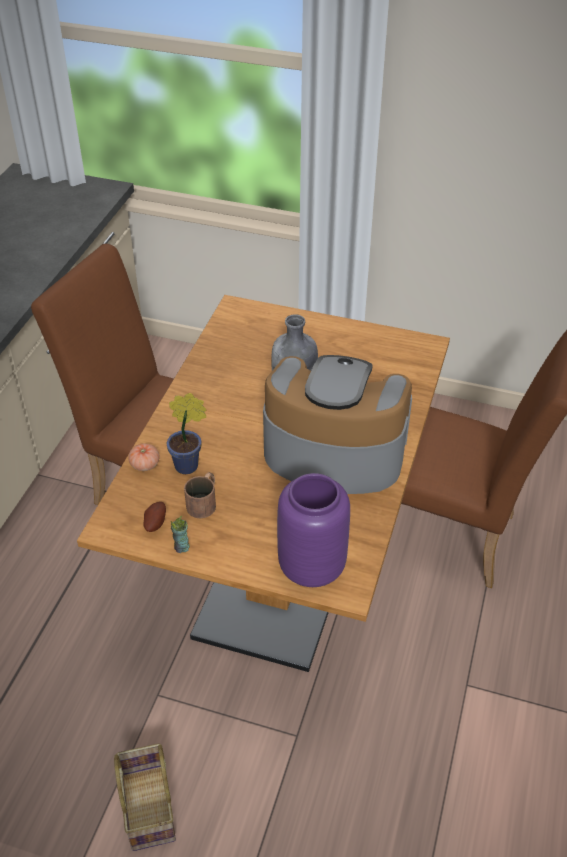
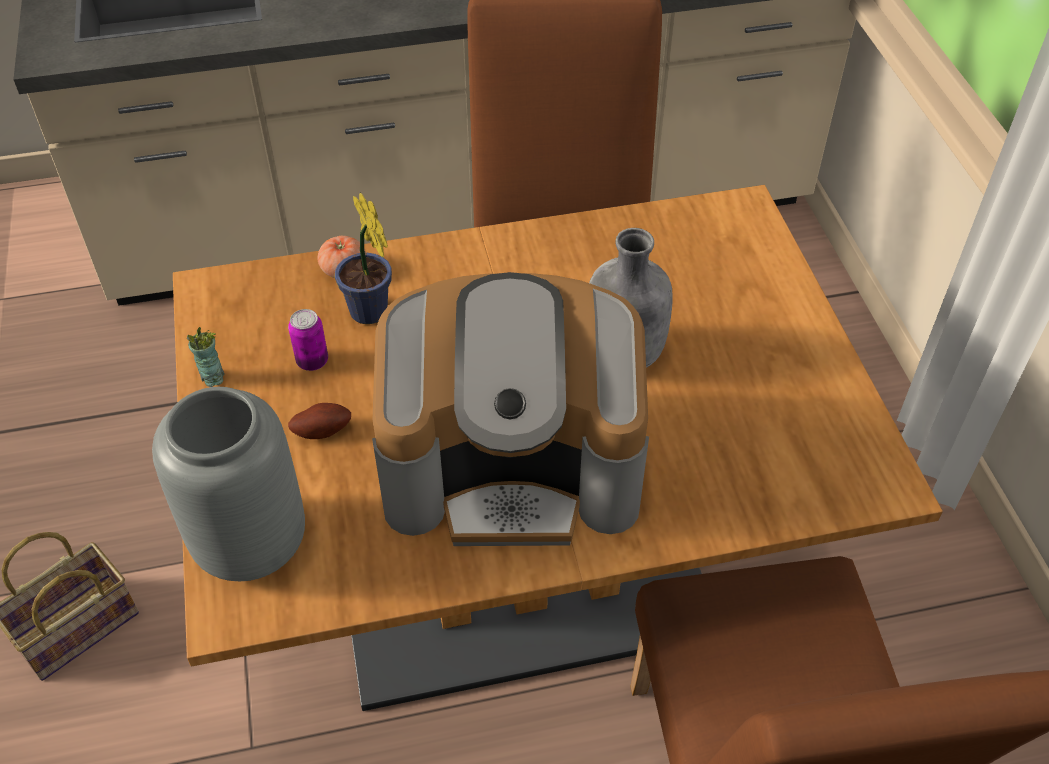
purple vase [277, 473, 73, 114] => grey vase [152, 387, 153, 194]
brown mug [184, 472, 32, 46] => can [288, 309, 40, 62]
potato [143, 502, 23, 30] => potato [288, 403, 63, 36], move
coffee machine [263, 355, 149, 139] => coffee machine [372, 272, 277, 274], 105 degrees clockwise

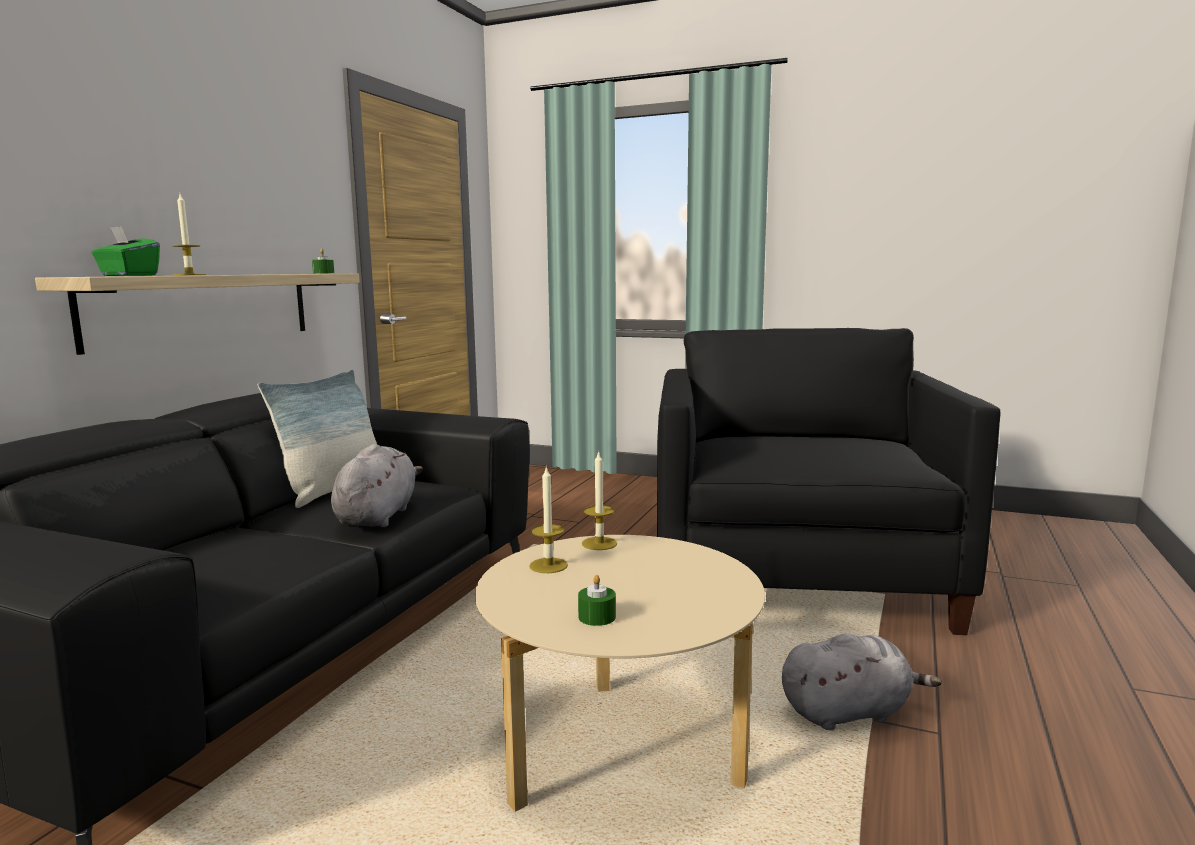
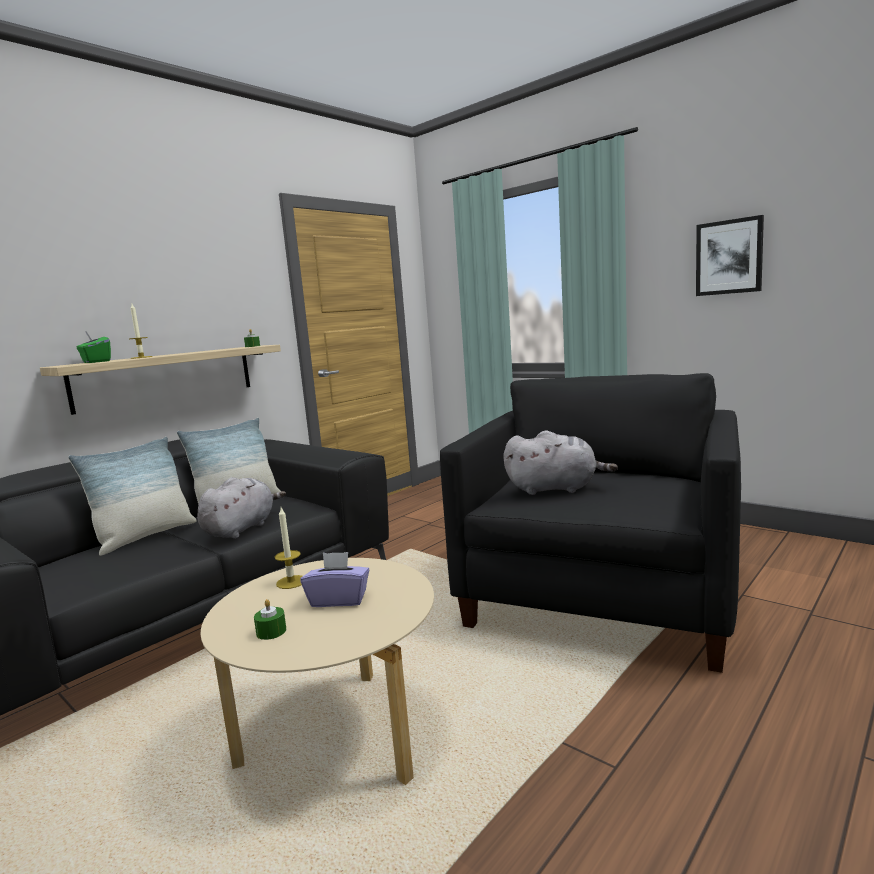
nothing => pillow [68, 437, 129, 119]
nothing => purple tissue box [300, 552, 69, 55]
grey plush toy [782, 634, 160, 96] => grey plush toy [503, 431, 115, 64], move
nothing => picture [696, 215, 68, 81]
candle [582, 450, 35, 100] => nothing

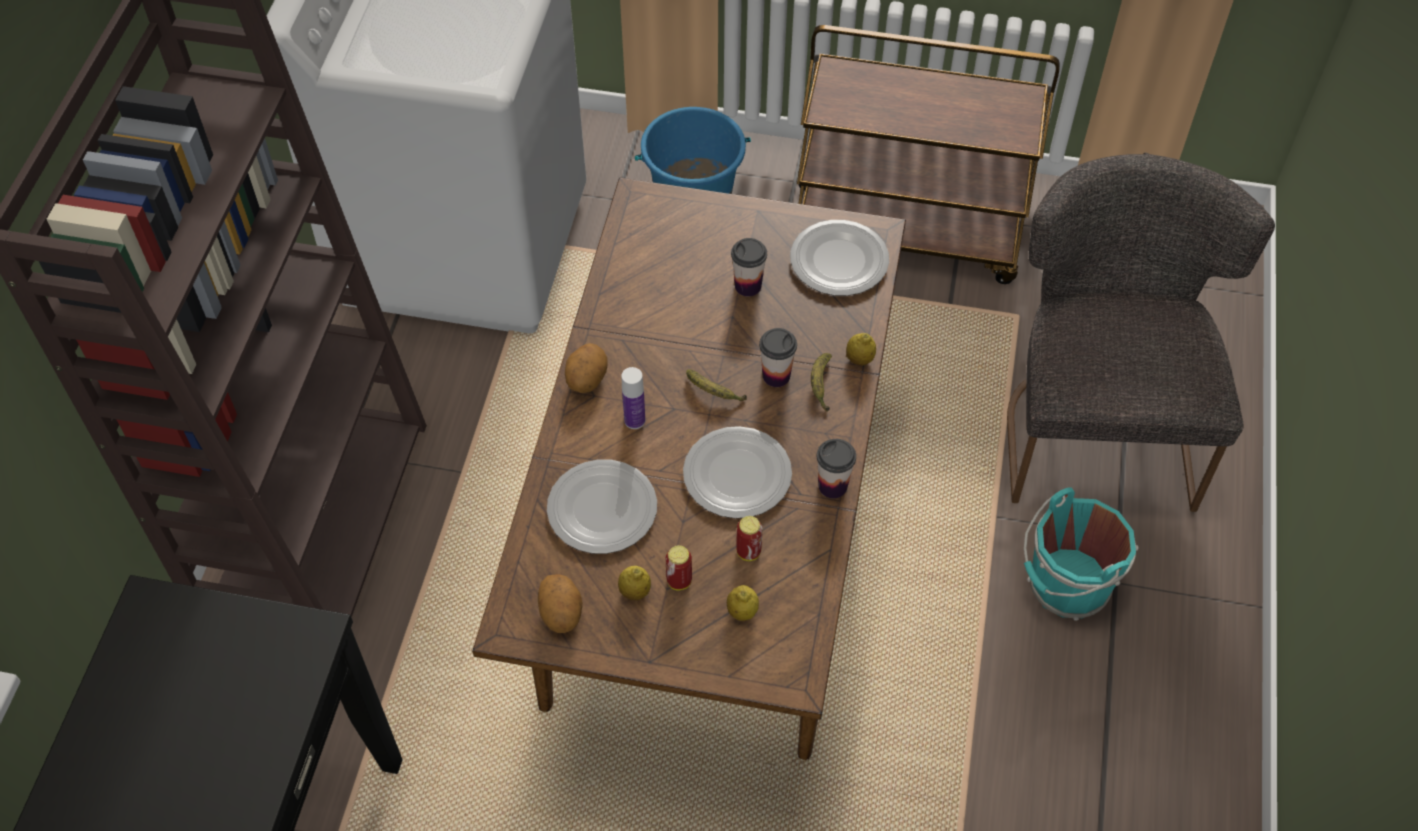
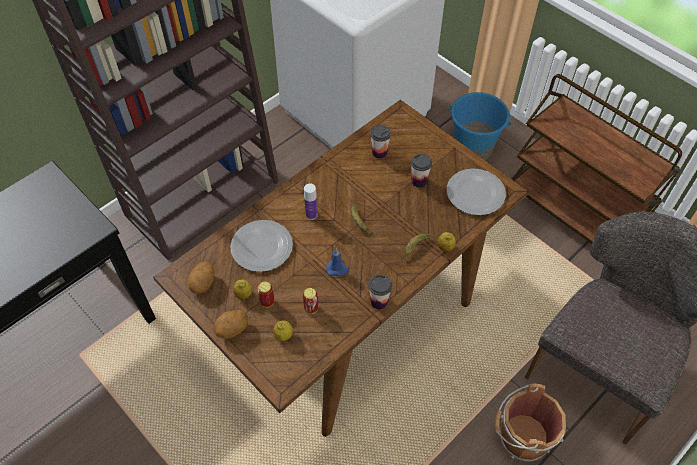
potato [565, 343, 42, 50] => potato [214, 310, 34, 29], move
plate [683, 426, 109, 93] => blue candle [326, 248, 23, 29]
cup [759, 328, 38, 59] => cup [370, 125, 21, 34], move
turquoise bucket [1024, 488, 115, 133] => brown bucket [495, 384, 71, 78]

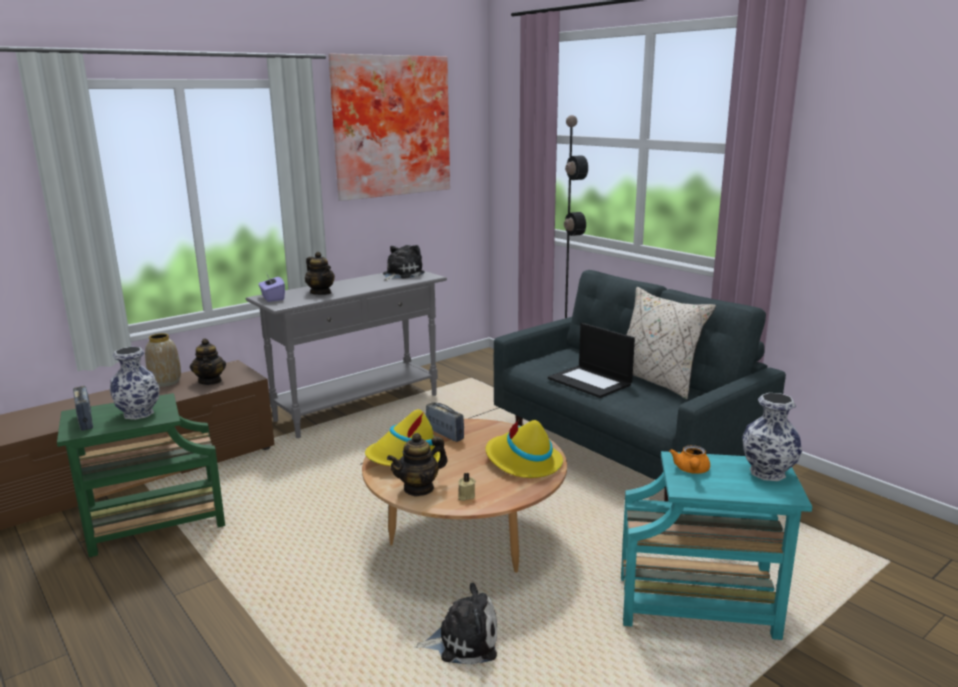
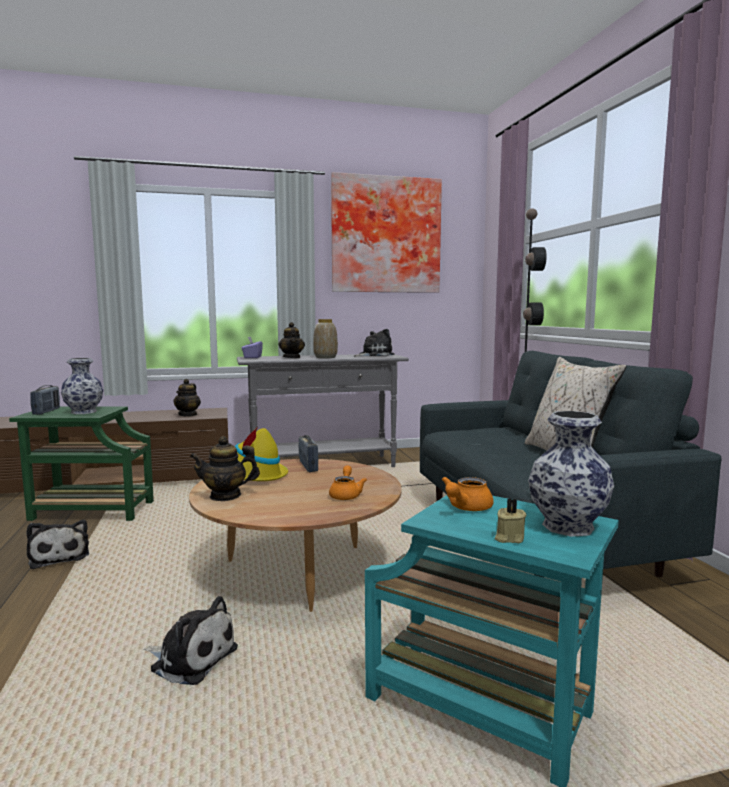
nothing => plush toy [27, 520, 62, 49]
vase [145, 333, 36, 54] => vase [313, 319, 25, 39], move
yellow hat [486, 420, 77, 58] => orange teapot [329, 465, 38, 35]
beige candle [458, 473, 18, 28] => beige candle [495, 498, 32, 45], move
laptop [548, 323, 87, 75] => nothing

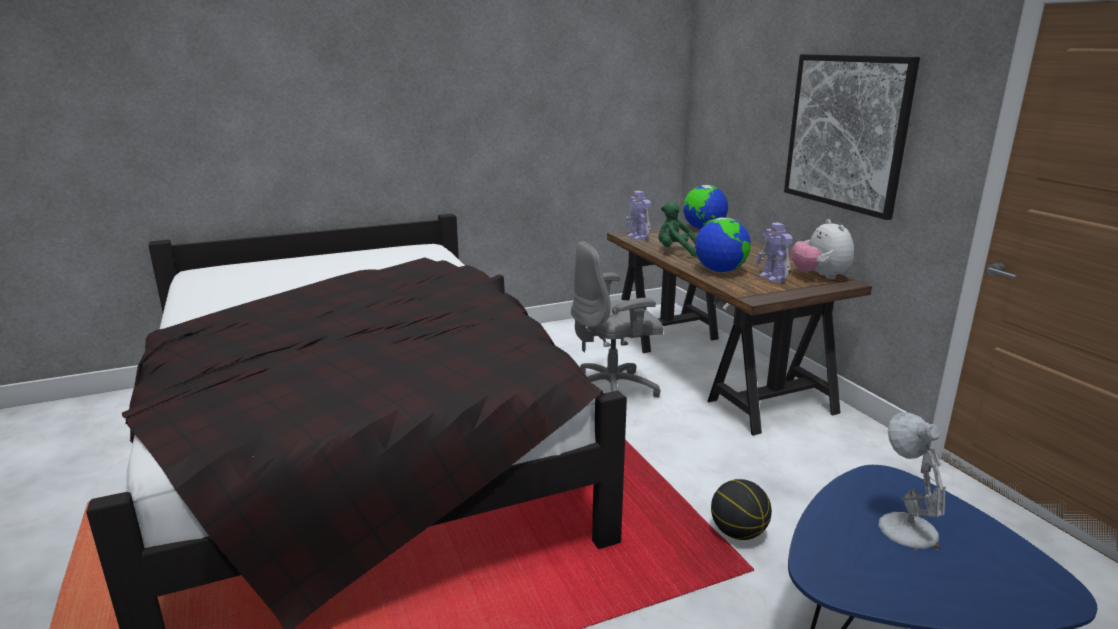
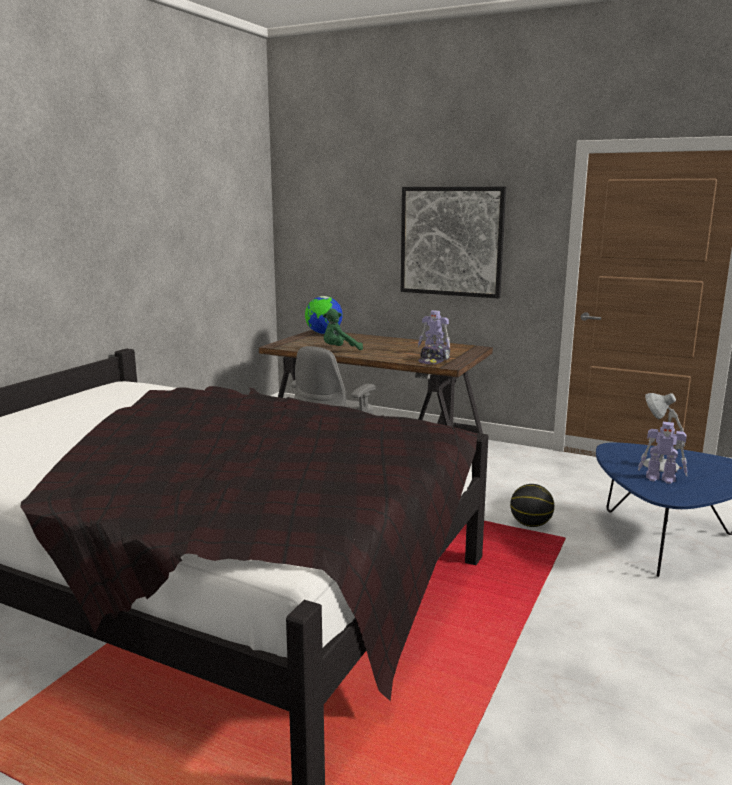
nothing => cap [418, 343, 32, 22]
toy robot [625, 191, 26, 49] => toy robot [638, 422, 50, 62], move
globe [695, 218, 56, 55] => nothing
plush toy [791, 219, 63, 60] => nothing

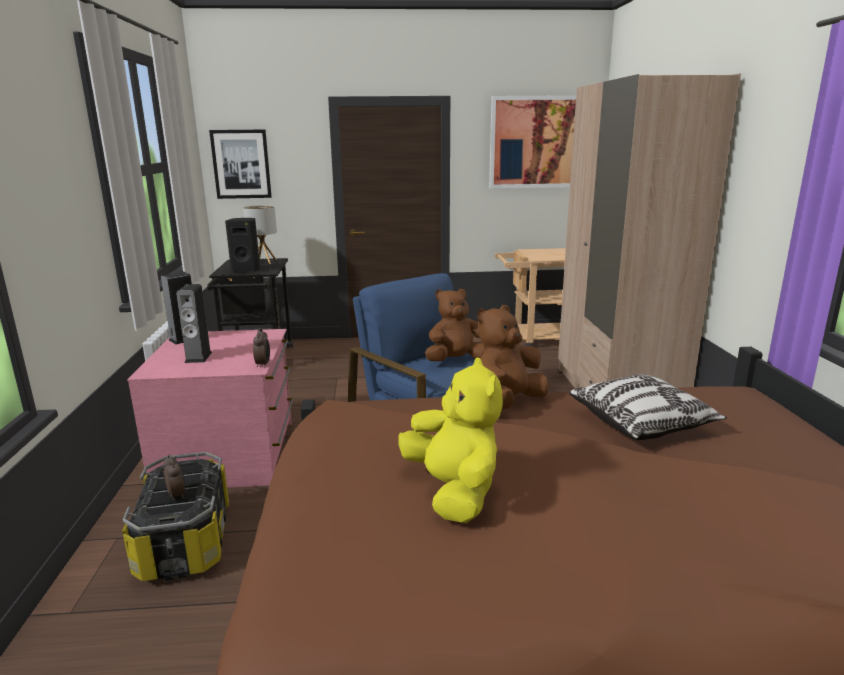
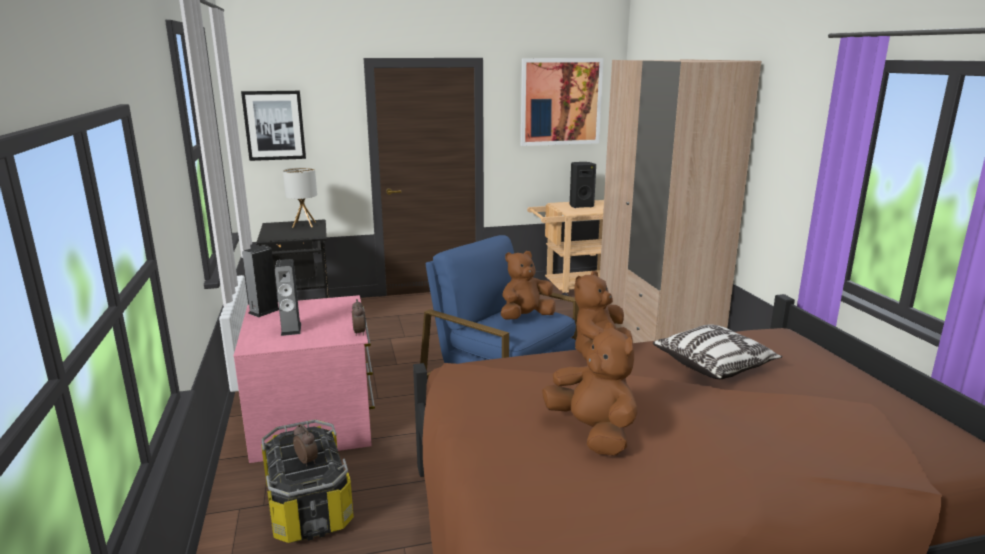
yellow plush toy [398, 358, 105, 165] => brown plush toy [542, 323, 96, 133]
black speaker [225, 218, 35, 54] => black speaker [570, 162, 26, 46], move

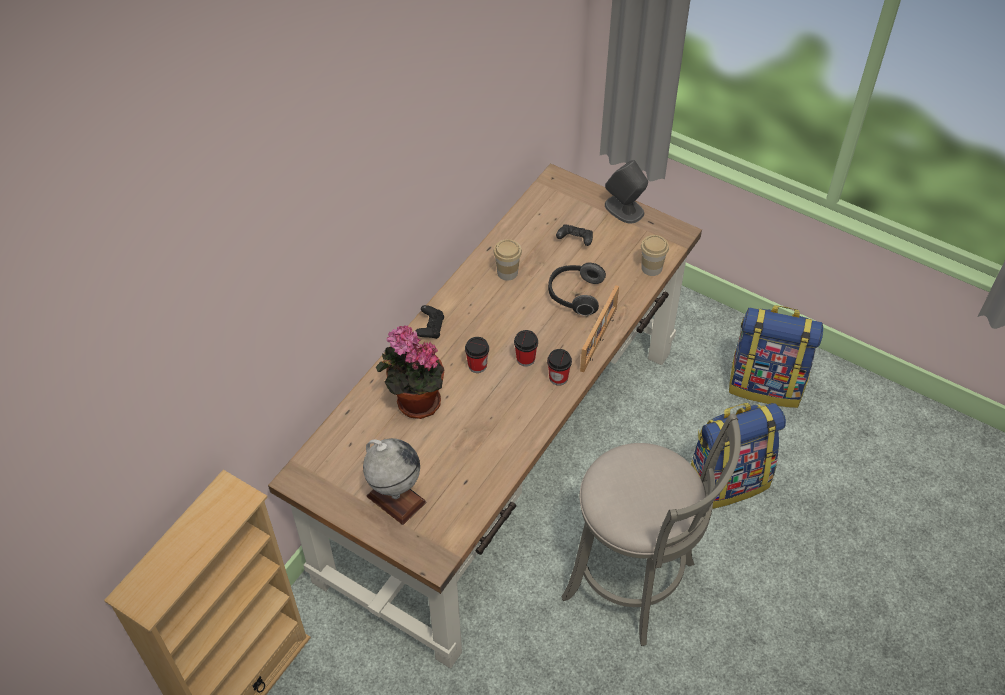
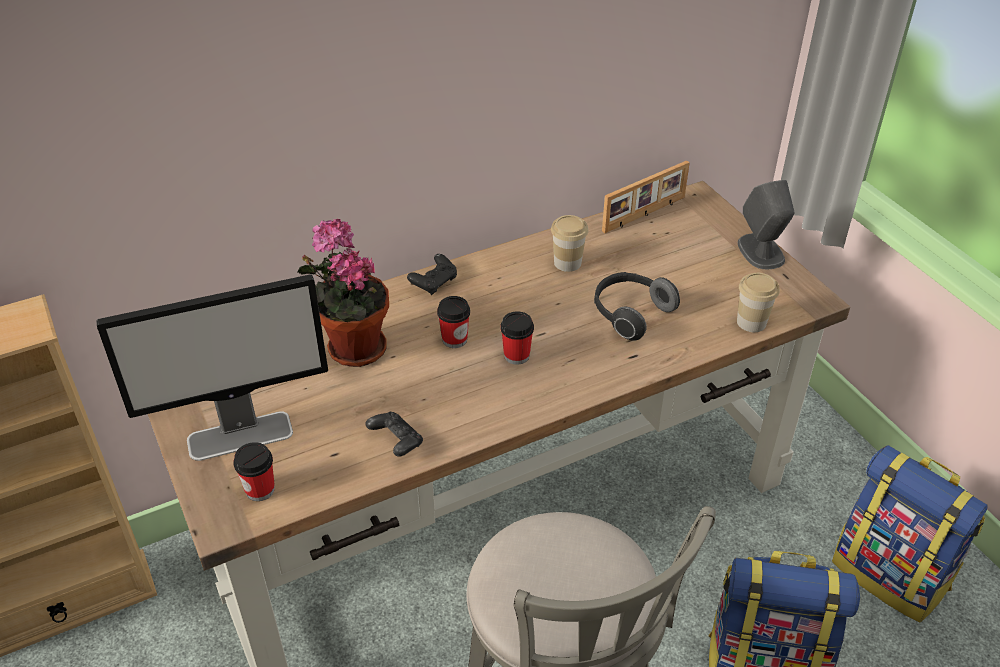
globe [363, 438, 63, 87] => monitor [96, 274, 232, 187]
cup [547, 349, 25, 37] => cup [233, 442, 42, 59], move
black game controller [556, 224, 37, 22] => black game controller [366, 412, 57, 45], move
picture frame [580, 285, 39, 87] => picture frame [602, 160, 88, 73], move

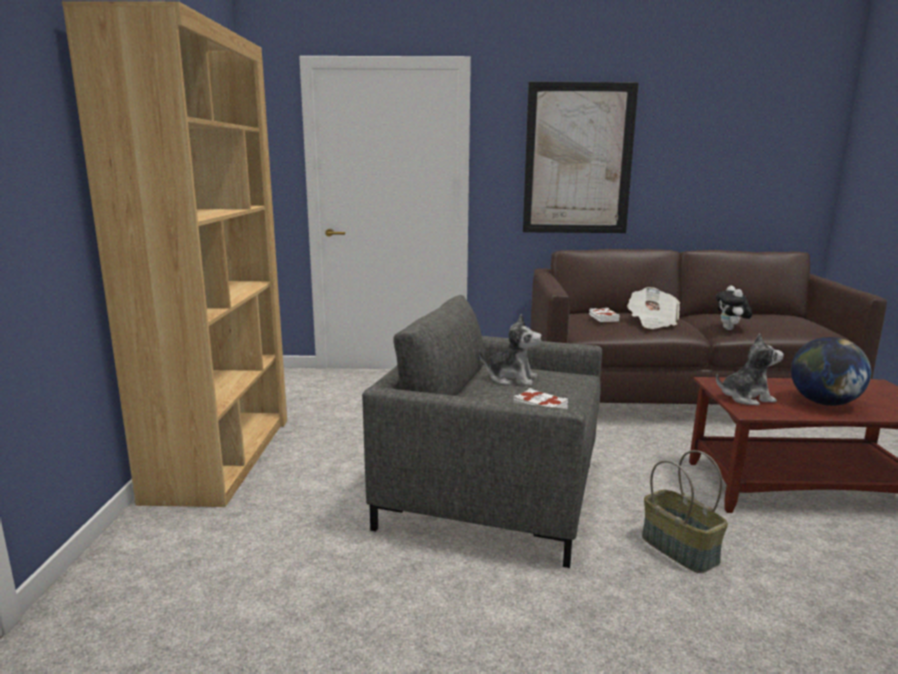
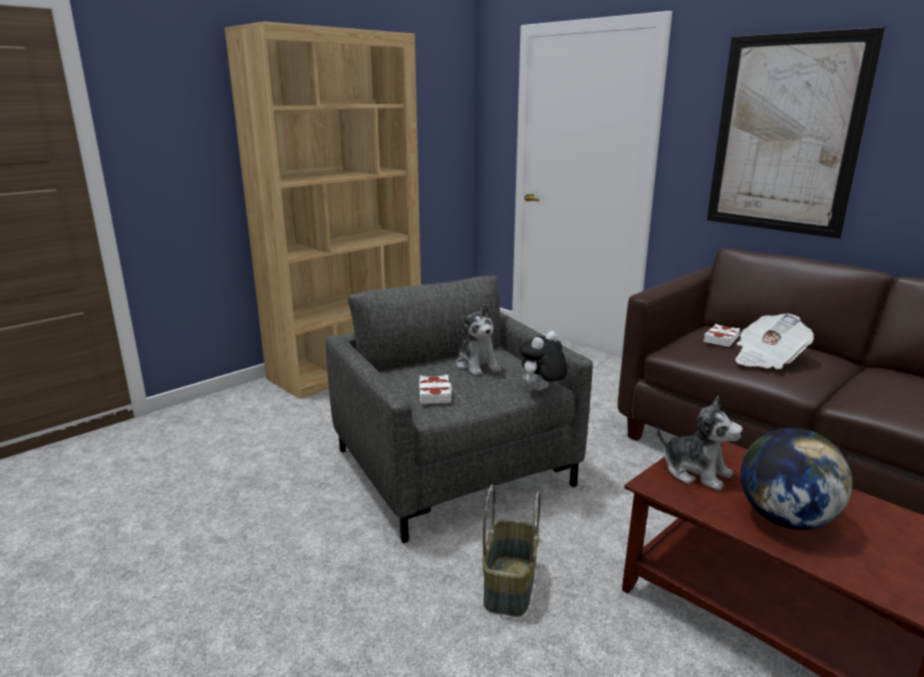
plush toy [716, 286, 36, 44] => plush toy [519, 331, 49, 59], move

